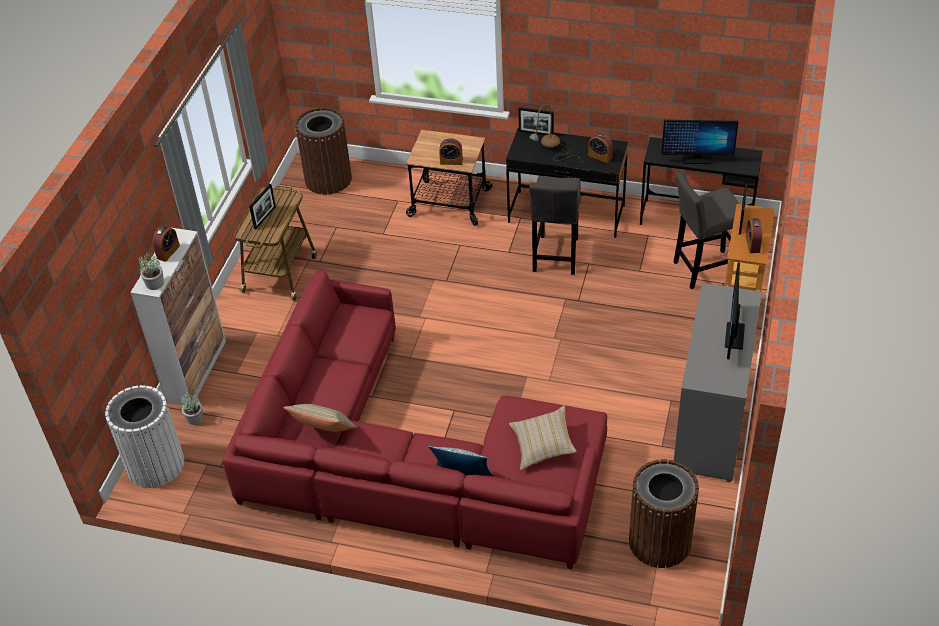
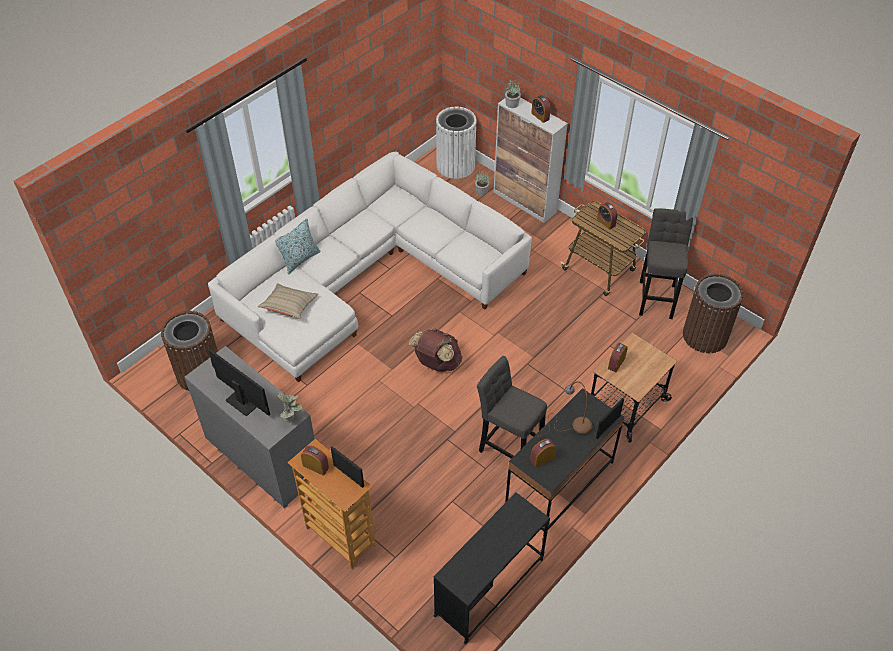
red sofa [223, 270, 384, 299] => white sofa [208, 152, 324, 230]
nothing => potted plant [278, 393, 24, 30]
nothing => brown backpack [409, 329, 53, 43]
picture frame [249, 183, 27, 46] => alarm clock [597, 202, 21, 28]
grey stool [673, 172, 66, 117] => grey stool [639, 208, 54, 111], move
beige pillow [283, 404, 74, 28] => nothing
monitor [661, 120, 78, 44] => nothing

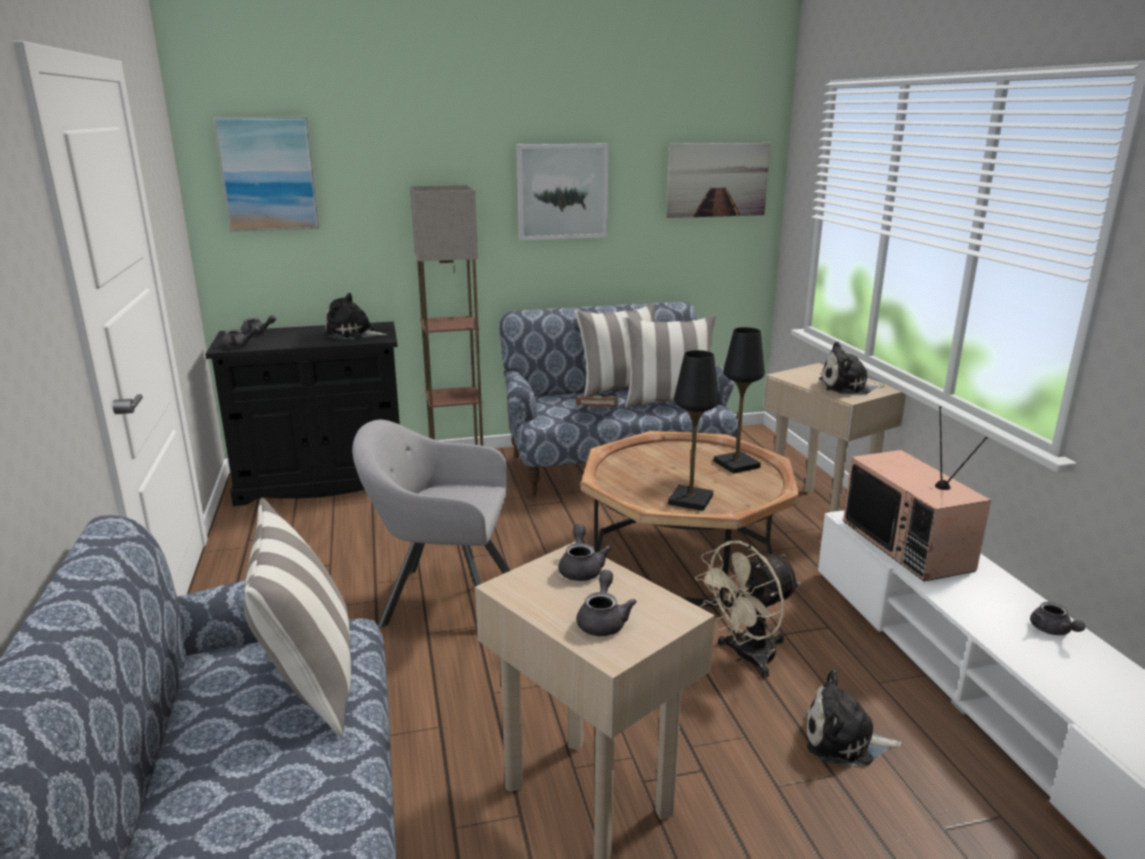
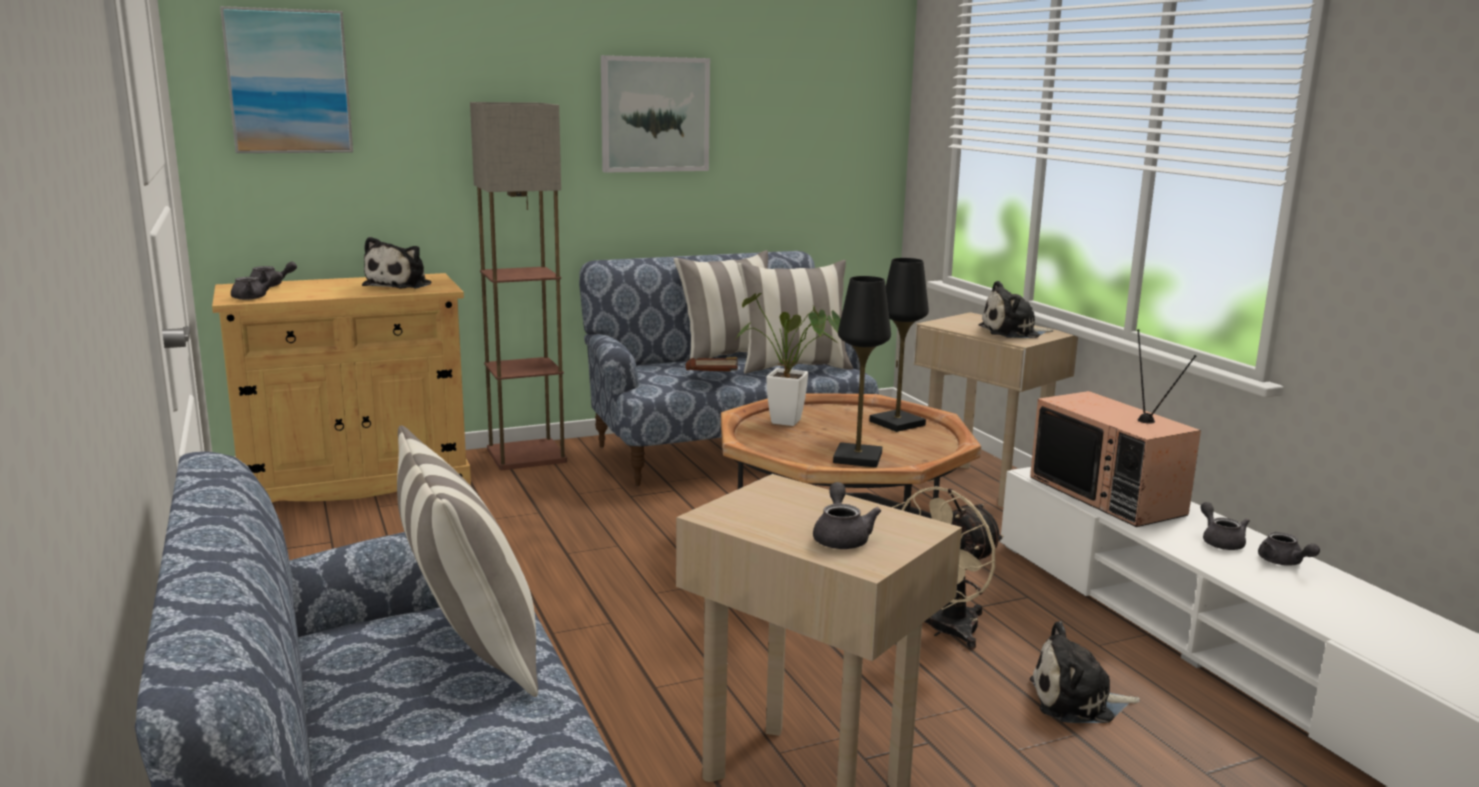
black cabinet [205, 322, 195, 184] => beige cabinet [212, 273, 259, 230]
plush toy [324, 293, 63, 46] => plush toy [362, 237, 69, 52], 75 degrees counterclockwise
nothing => potted plant [736, 293, 105, 133]
grey teapot [559, 524, 52, 57] => grey teapot [1201, 502, 49, 48], move
grey armchair [352, 420, 159, 208] => nothing
picture [666, 143, 104, 75] => nothing

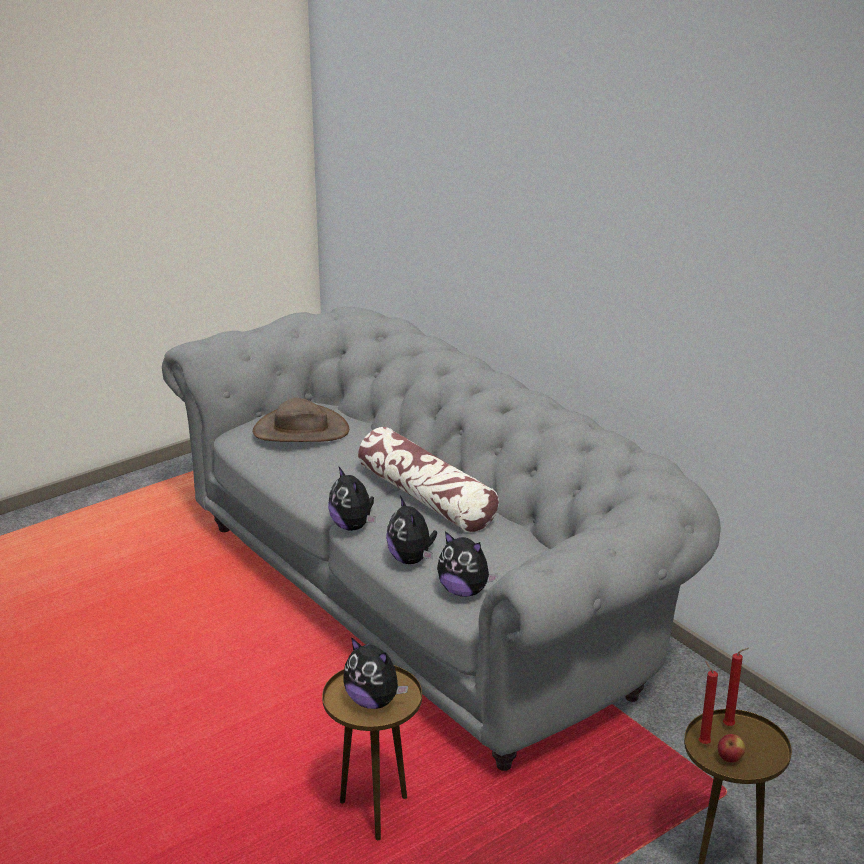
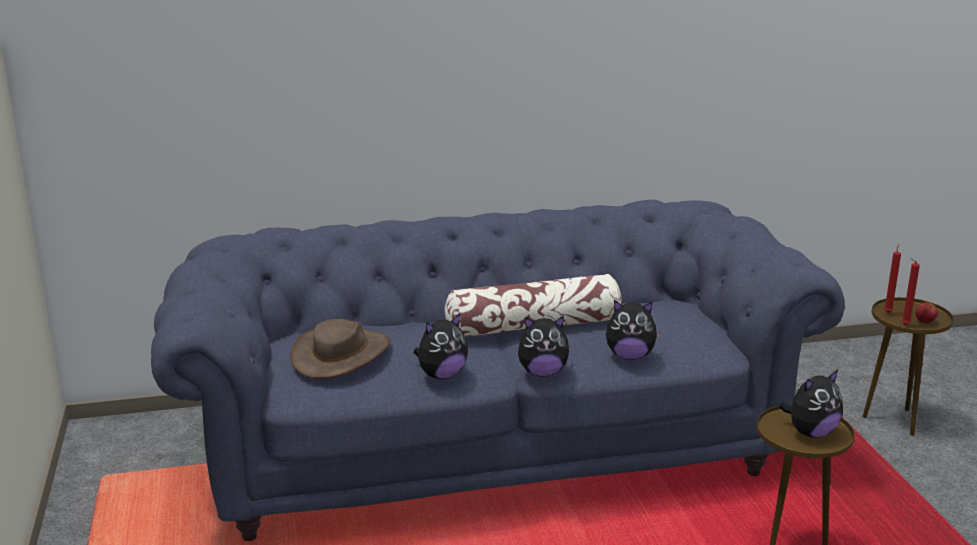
grey sofa [162, 306, 559, 465] => blue sofa [151, 199, 694, 342]
plush toy [437, 531, 61, 66] => plush toy [414, 313, 54, 66], move

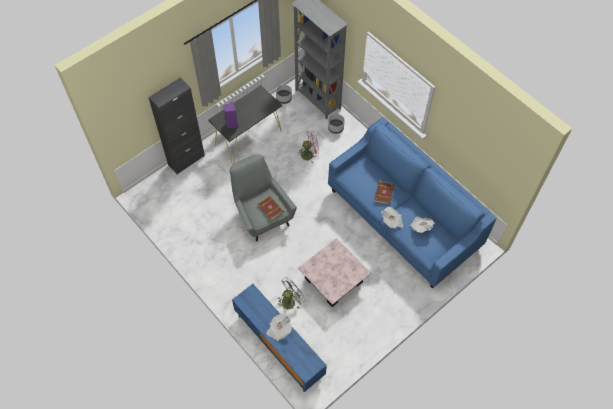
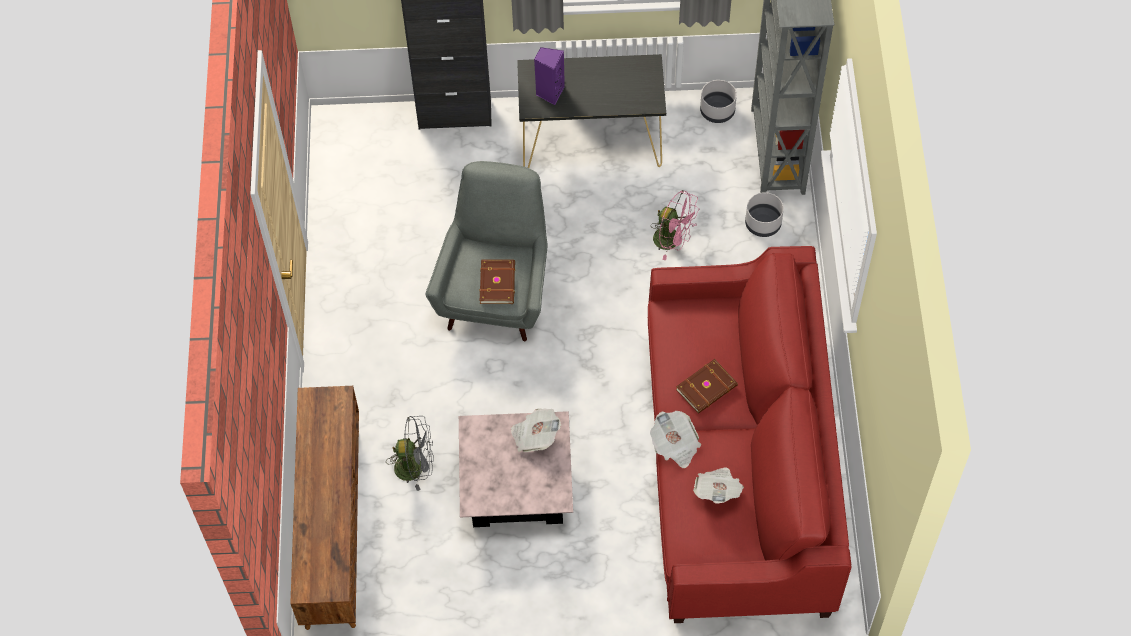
blue tv stand [232, 284, 95, 108] => brown tv stand [290, 386, 69, 244]
newspaper [267, 314, 25, 27] => newspaper [511, 408, 50, 44], move
blue sofa [328, 117, 169, 172] => red sofa [648, 246, 204, 377]

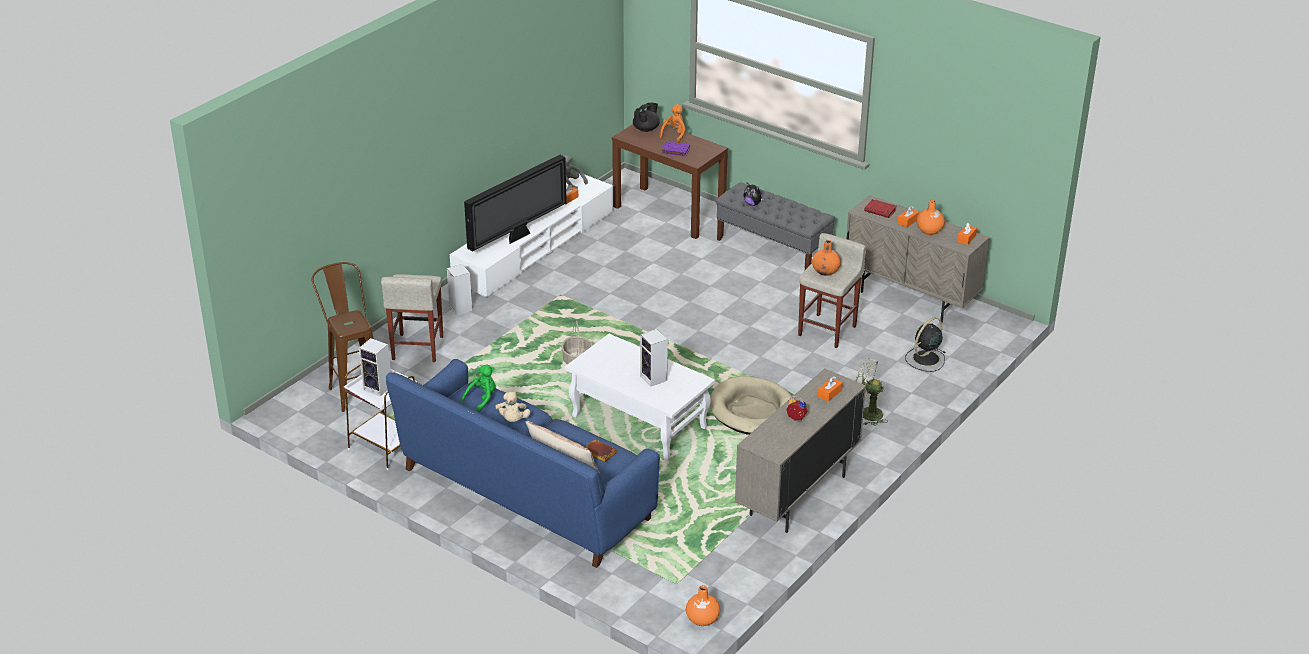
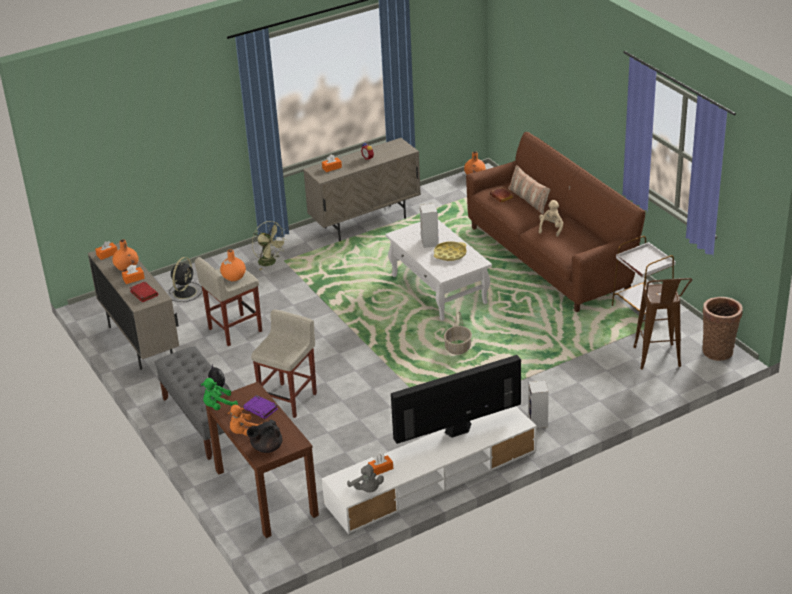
black fan [905, 318, 41, 54] => black fan [169, 257, 33, 45], 45 degrees counterclockwise
green plush toy [461, 364, 35, 48] => green plush toy [201, 378, 37, 32], move
beige stool [381, 274, 62, 88] => beige stool [251, 310, 66, 108], move
nothing => yellow tray [434, 241, 33, 20]
blue sofa [386, 359, 274, 209] => brown sofa [466, 132, 179, 180]
nothing => basket [702, 297, 41, 64]
speaker [359, 338, 32, 58] => nothing
beige dog bed [710, 376, 82, 59] => nothing

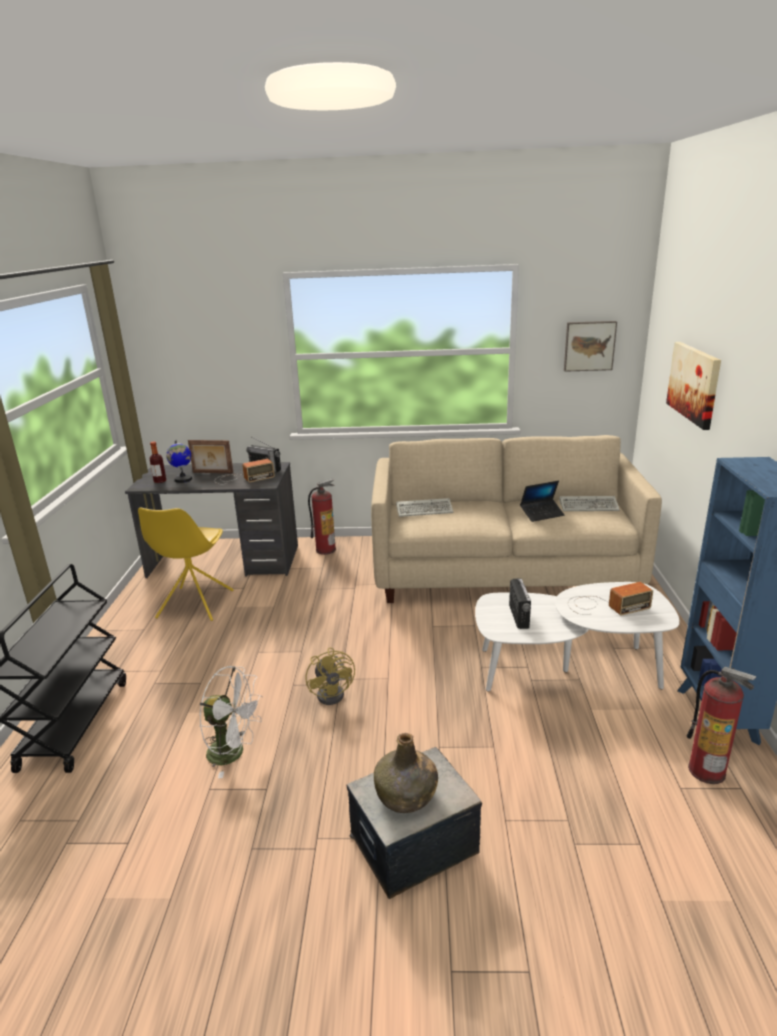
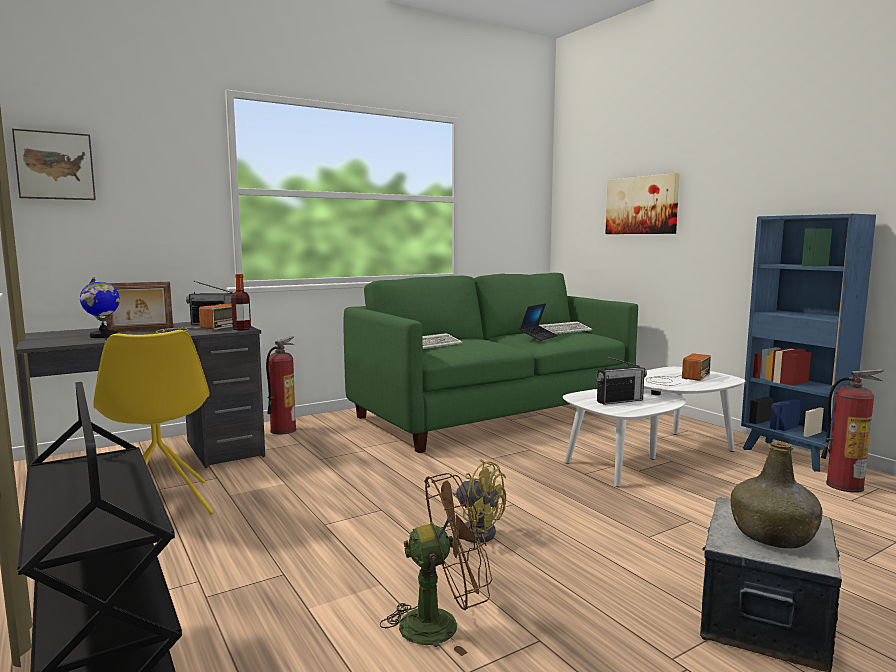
picture [564, 321, 53, 51] => picture [12, 129, 84, 71], move
bottle [150, 442, 16, 41] => bottle [231, 274, 20, 56], move
beige sofa [371, 435, 291, 168] => green sofa [344, 273, 294, 180]
white fan [200, 666, 63, 112] => brown fan [380, 473, 112, 183]
radio [509, 578, 22, 51] => radio [596, 356, 51, 49], 105 degrees clockwise

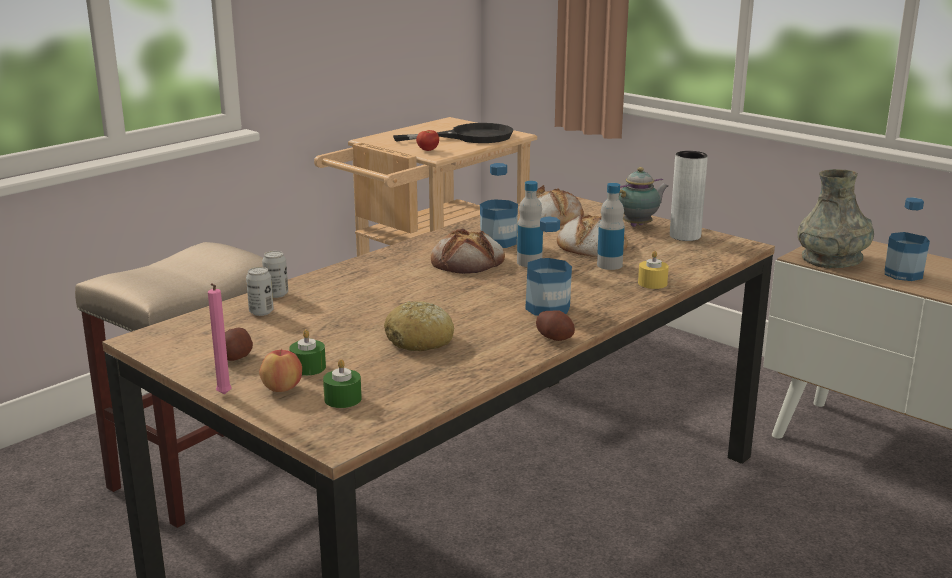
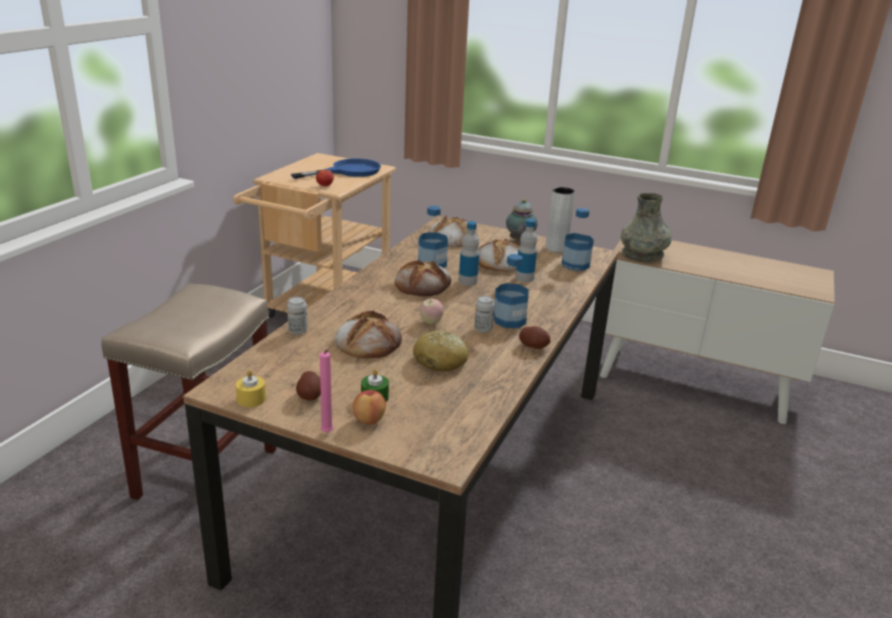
yellow candle [638, 251, 31, 38] => yellow candle [236, 370, 30, 37], move
black frying pan [393, 123, 120, 20] => blue frying pan [291, 159, 90, 20]
nothing => bread [334, 310, 68, 48]
nothing => apple [420, 298, 24, 26]
can [246, 267, 28, 49] => can [474, 296, 21, 37], move
teapot [619, 167, 50, 60] => teapot [506, 199, 32, 43], 135 degrees clockwise
bottle [885, 197, 45, 84] => bottle [562, 208, 32, 63], move
green candle [323, 359, 39, 49] => nothing

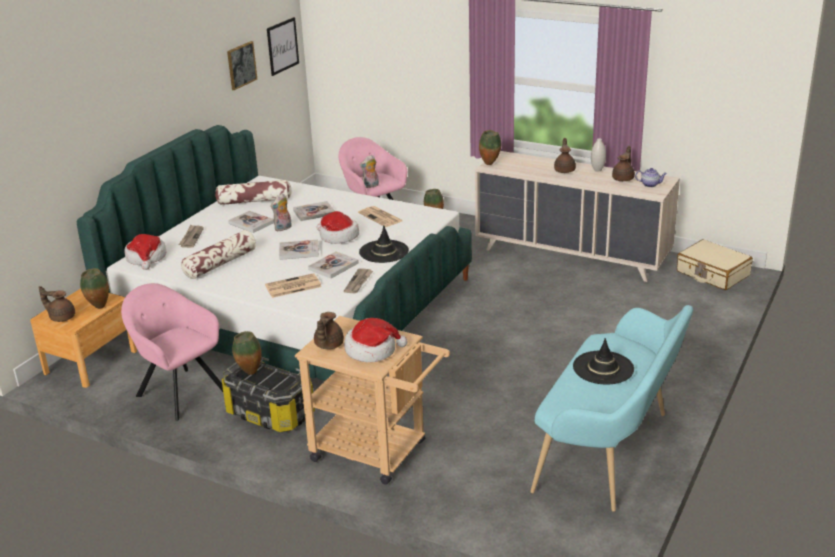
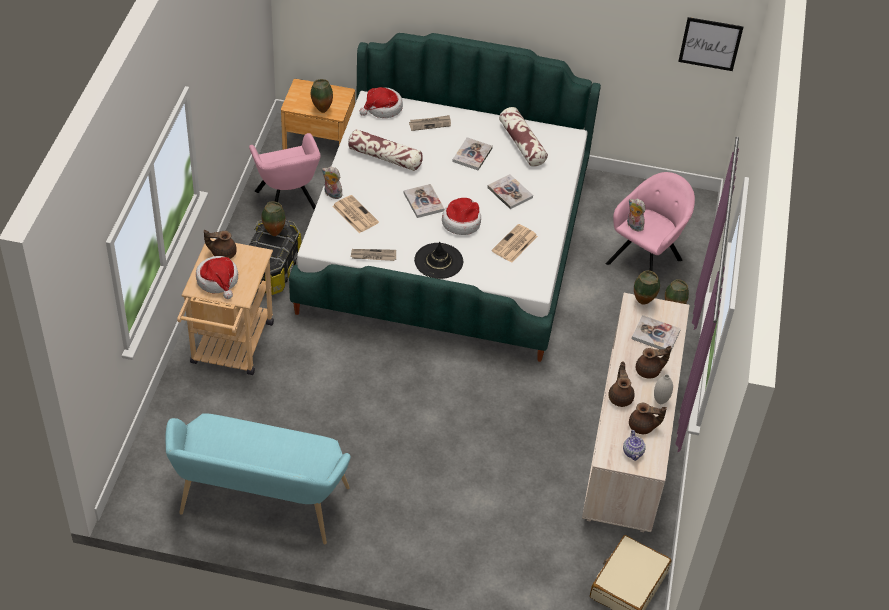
pink armchair [121, 283, 102, 138] => pink armchair [249, 133, 72, 77], 135 degrees clockwise
plush toy [270, 193, 22, 38] => plush toy [322, 166, 21, 33], move
brown teapot [38, 286, 37, 36] => brown teapot [608, 361, 26, 46], move
book [308, 252, 51, 26] => book [632, 315, 49, 38], move
picture [227, 41, 30, 49] => nothing
black hat [573, 338, 61, 47] => nothing

